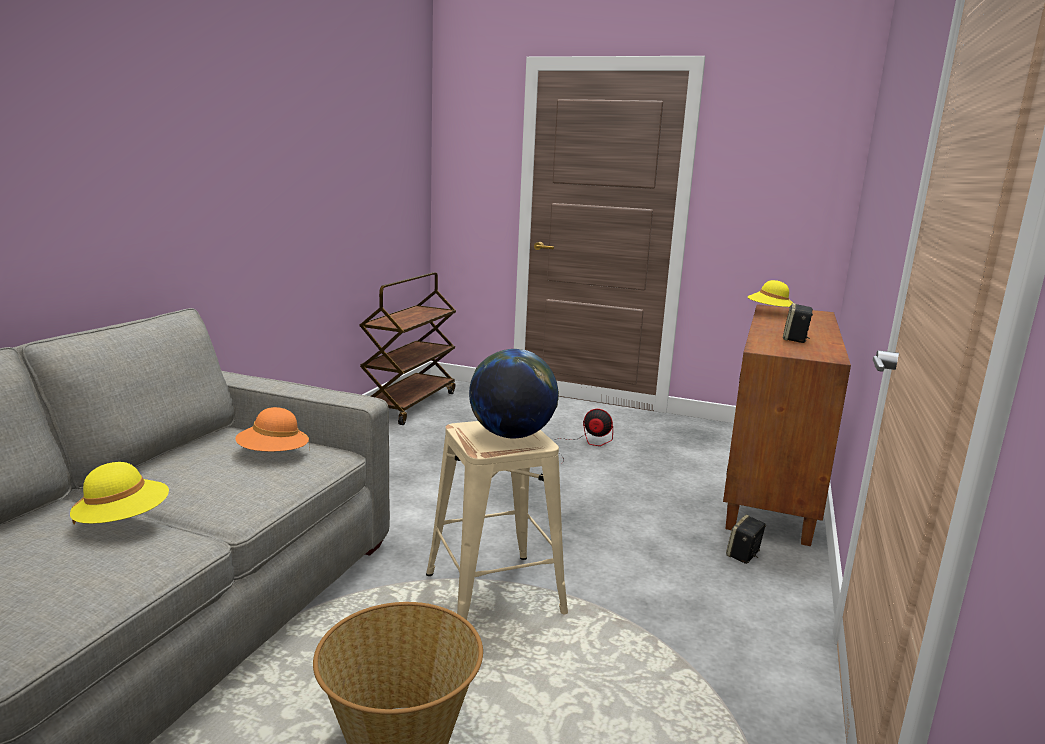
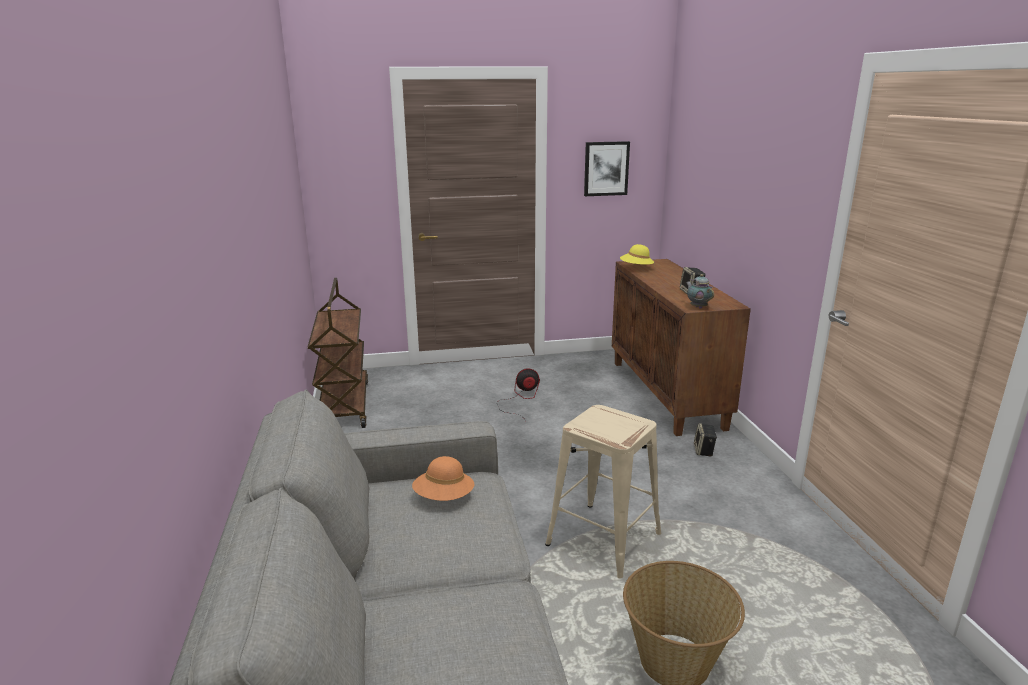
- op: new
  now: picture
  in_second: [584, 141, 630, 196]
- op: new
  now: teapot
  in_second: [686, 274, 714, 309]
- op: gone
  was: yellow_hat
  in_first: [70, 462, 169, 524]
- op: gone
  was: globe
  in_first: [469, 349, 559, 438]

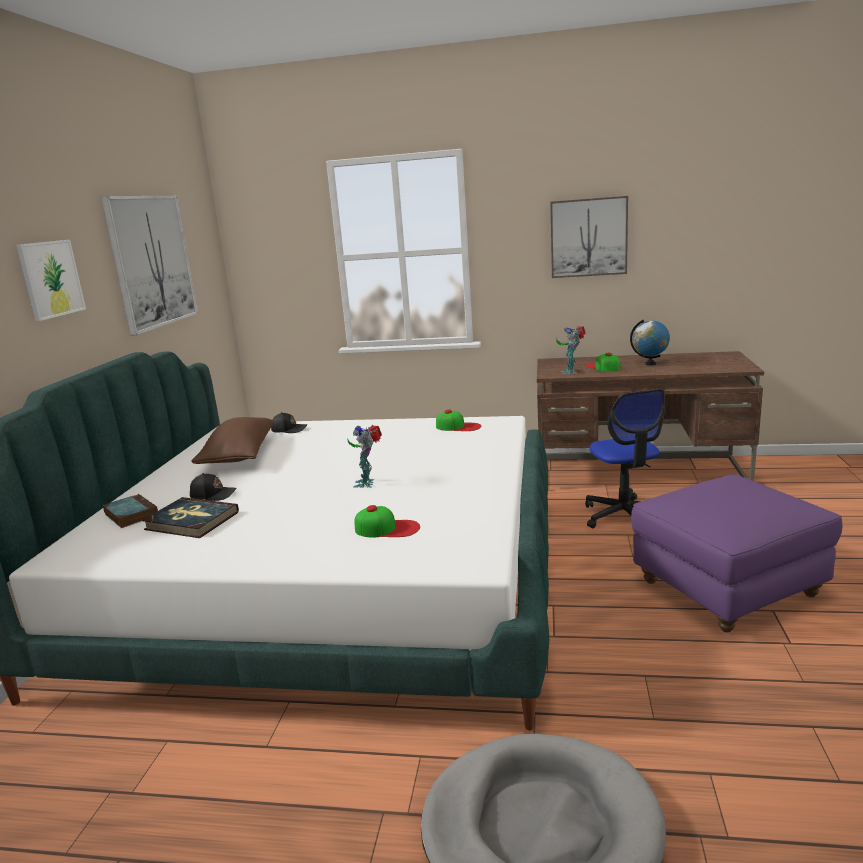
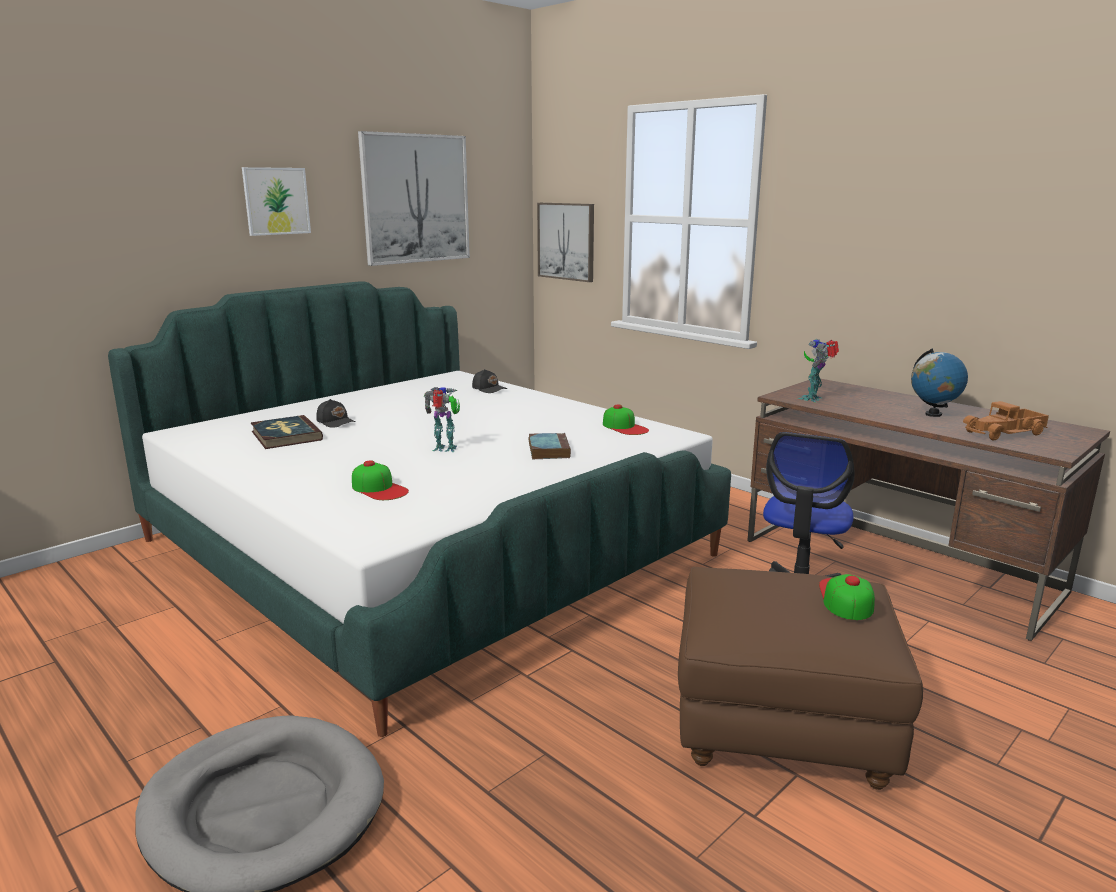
- op: rotated
  was: toy_robot
  in_first: [347, 425, 382, 488]
  in_second: [424, 387, 460, 452]
  clockwise: 60
- op: shifted
  was: book
  in_first: [103, 494, 158, 528]
  in_second: [528, 433, 571, 459]
- op: shifted
  was: picture
  in_first: [550, 196, 628, 278]
  in_second: [537, 203, 594, 282]
- op: repainted
  was: purple_ottoman
  now: brown_ottoman
  in_first: [631, 474, 843, 633]
  in_second: [678, 567, 923, 790]
- op: shifted
  was: cap
  in_first: [585, 353, 621, 371]
  in_second: [819, 574, 875, 620]
- op: new
  now: toy_truck
  in_second: [963, 401, 1049, 440]
- op: gone
  was: brown_pillow
  in_first: [191, 417, 274, 464]

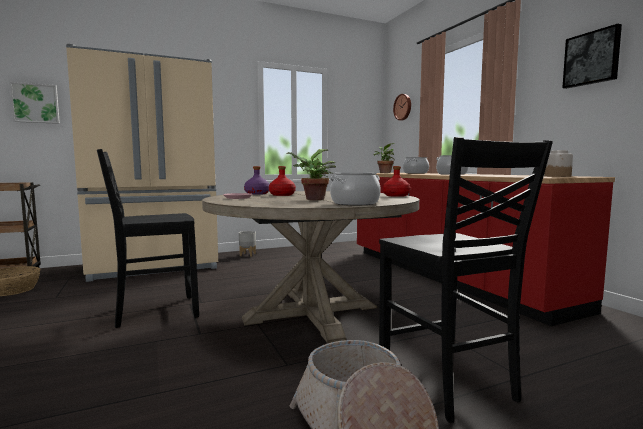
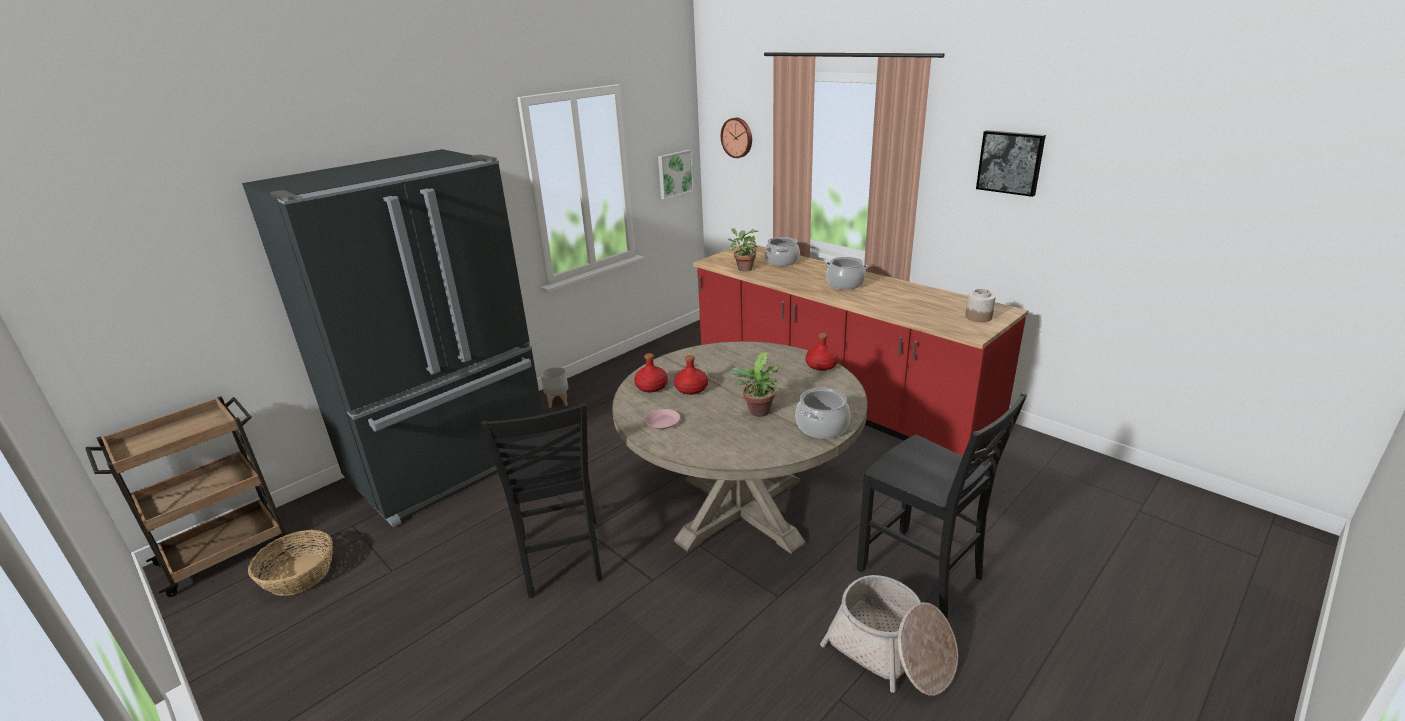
- op: repainted
  was: beige_fridge
  now: black_fridge
  in_first: [66, 44, 218, 282]
  in_second: [242, 149, 546, 527]
- op: rotated
  was: black_chair
  in_first: [97, 149, 199, 328]
  in_second: [481, 403, 602, 598]
  clockwise: -60
- op: repainted
  was: purple_bottle
  now: red_bottle
  in_first: [244, 166, 269, 195]
  in_second: [634, 353, 668, 392]
- op: shifted
  was: picture
  in_first: [10, 82, 60, 124]
  in_second: [658, 150, 694, 200]

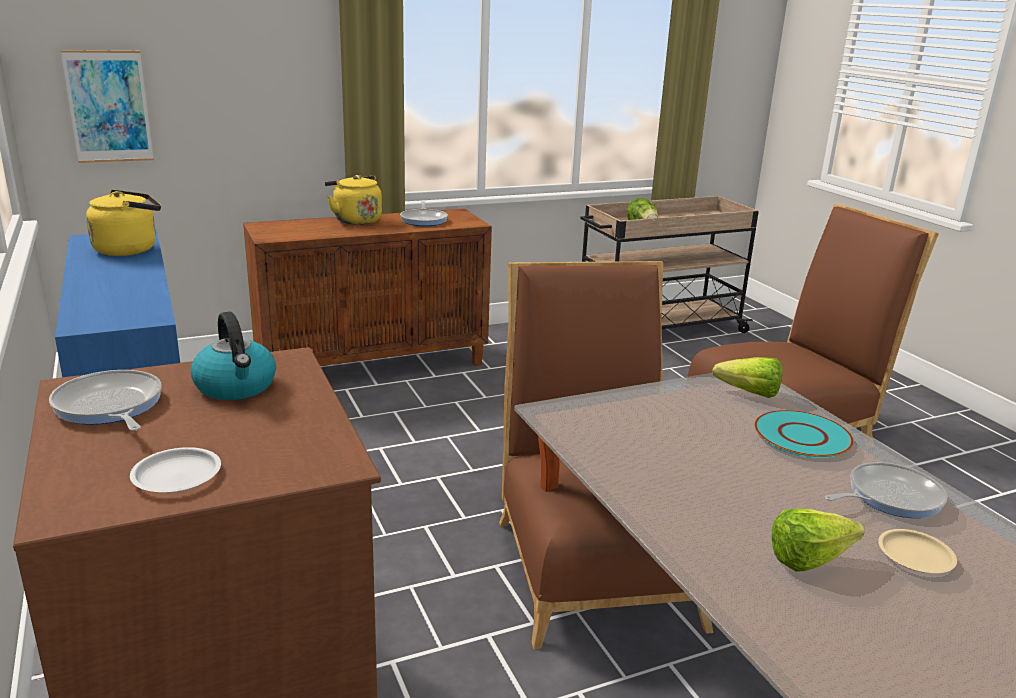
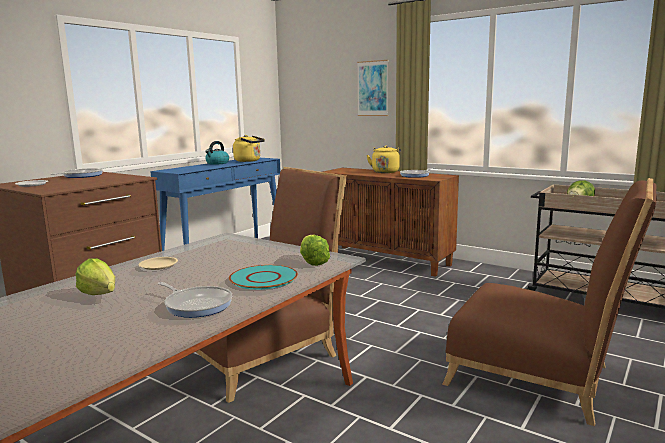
- op: shifted
  was: beige_plate
  in_first: [878, 529, 957, 573]
  in_second: [138, 257, 178, 270]
- op: shifted
  was: kettle
  in_first: [191, 312, 276, 400]
  in_second: [205, 141, 229, 165]
- op: shifted
  was: picture
  in_first: [61, 50, 154, 163]
  in_second: [357, 60, 388, 116]

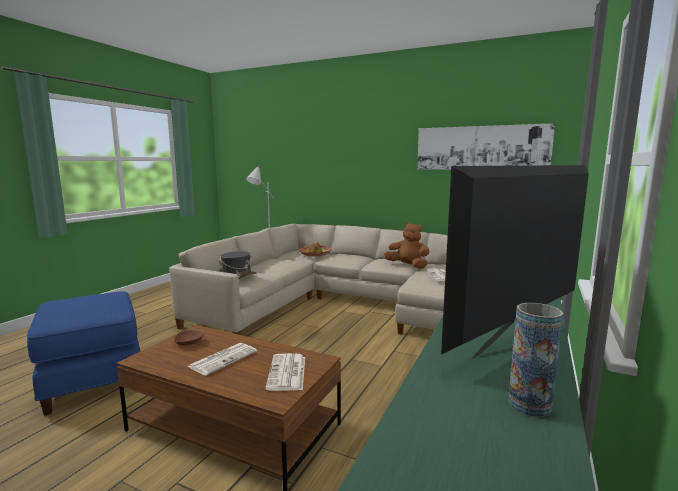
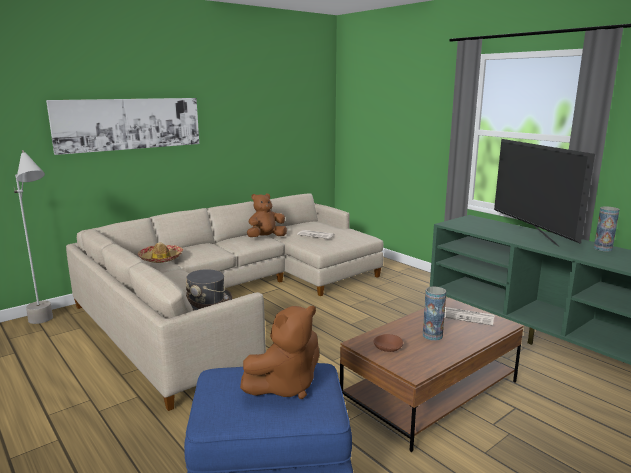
- op: shifted
  was: picture
  in_first: [417, 123, 555, 170]
  in_second: [46, 98, 199, 155]
- op: new
  now: brown_plush_toy
  in_second: [240, 306, 319, 399]
- op: swapped
  was: newspaper
  now: vase
  in_first: [187, 343, 257, 376]
  in_second: [423, 287, 446, 341]

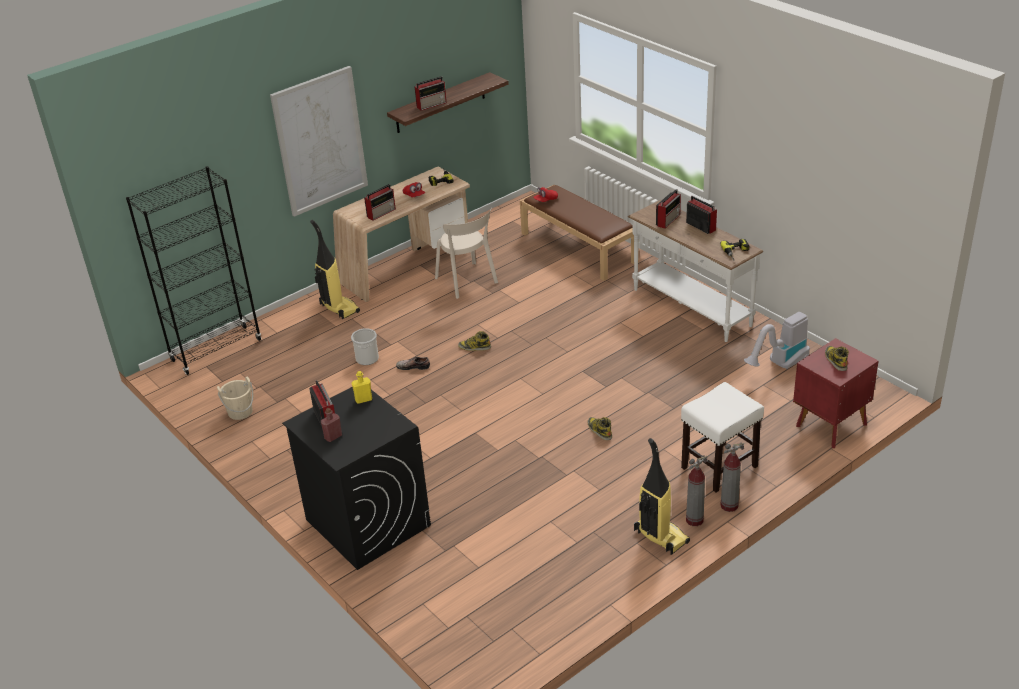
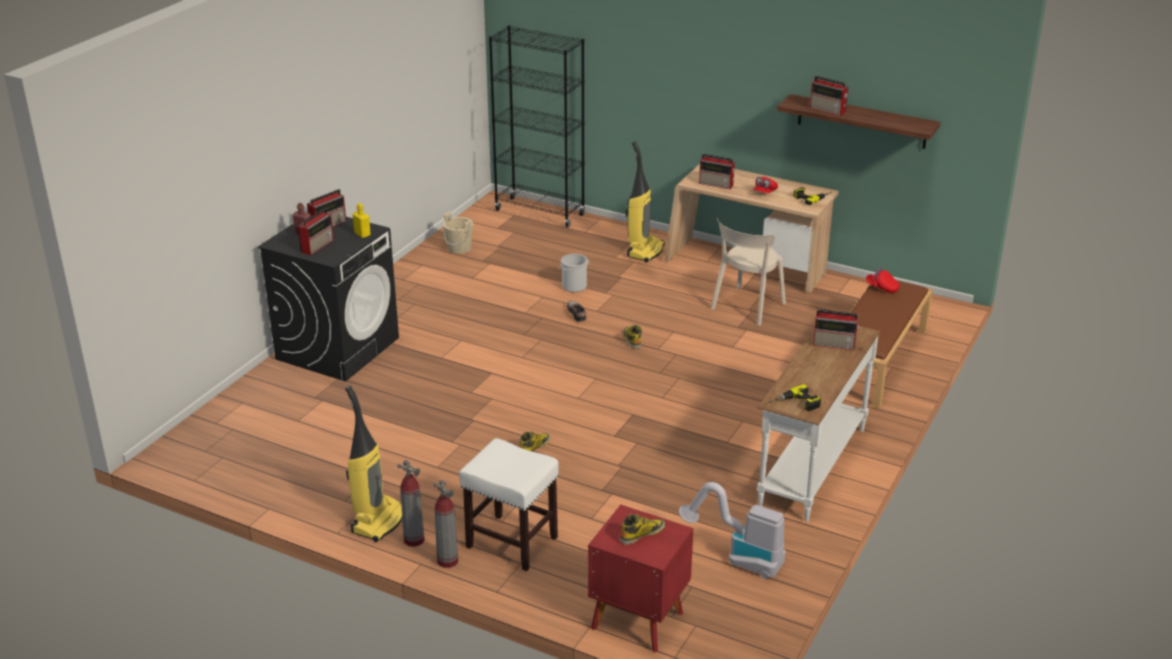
- op: shifted
  was: radio
  in_first: [686, 196, 717, 234]
  in_second: [297, 208, 334, 255]
- op: gone
  was: picture
  in_first: [270, 66, 368, 217]

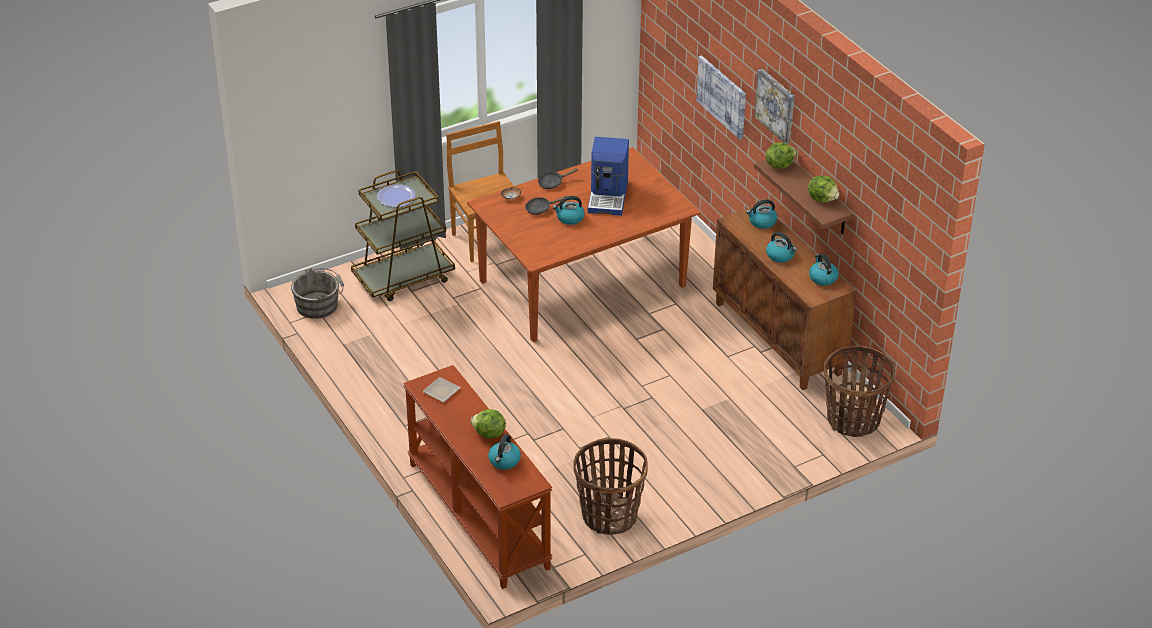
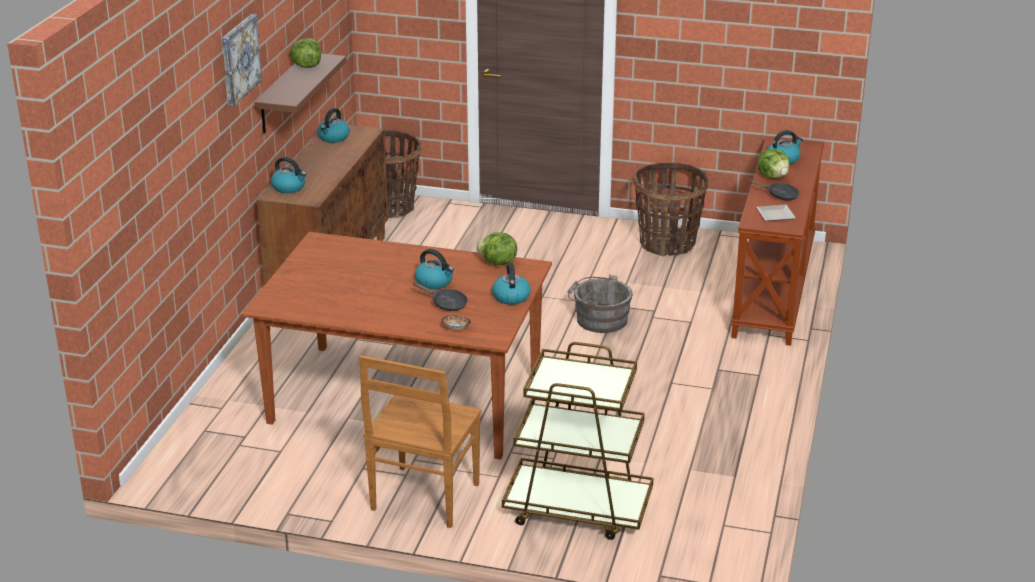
- op: shifted
  was: lettuce
  in_first: [766, 143, 797, 169]
  in_second: [477, 232, 517, 265]
- op: shifted
  was: kettle
  in_first: [766, 232, 797, 263]
  in_second: [492, 263, 531, 305]
- op: shifted
  was: grey_bucket
  in_first: [291, 268, 344, 319]
  in_second: [568, 274, 633, 333]
- op: shifted
  was: black_frying_pan
  in_first: [538, 168, 578, 189]
  in_second: [747, 179, 799, 201]
- op: gone
  was: plate
  in_first: [377, 184, 416, 207]
- op: gone
  was: coffee_machine
  in_first: [588, 137, 629, 216]
- op: gone
  was: picture
  in_first: [696, 55, 746, 140]

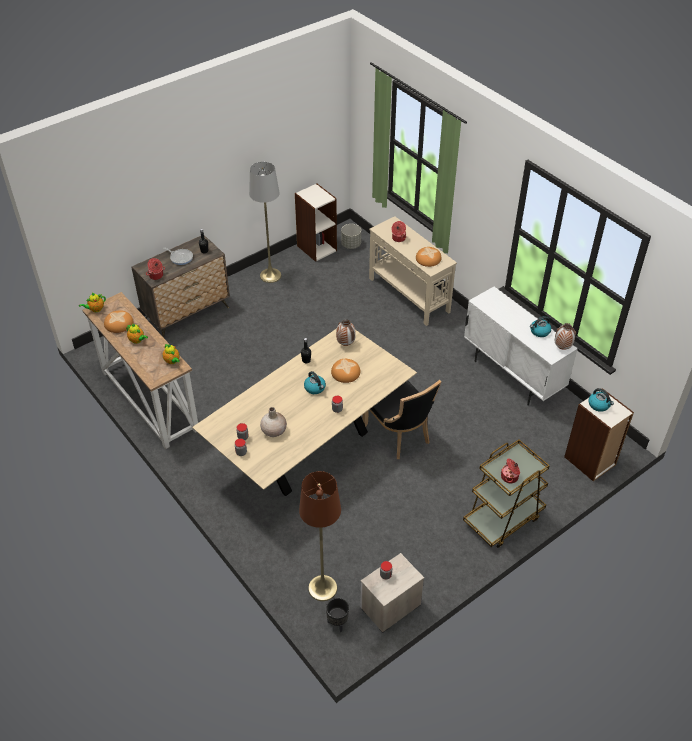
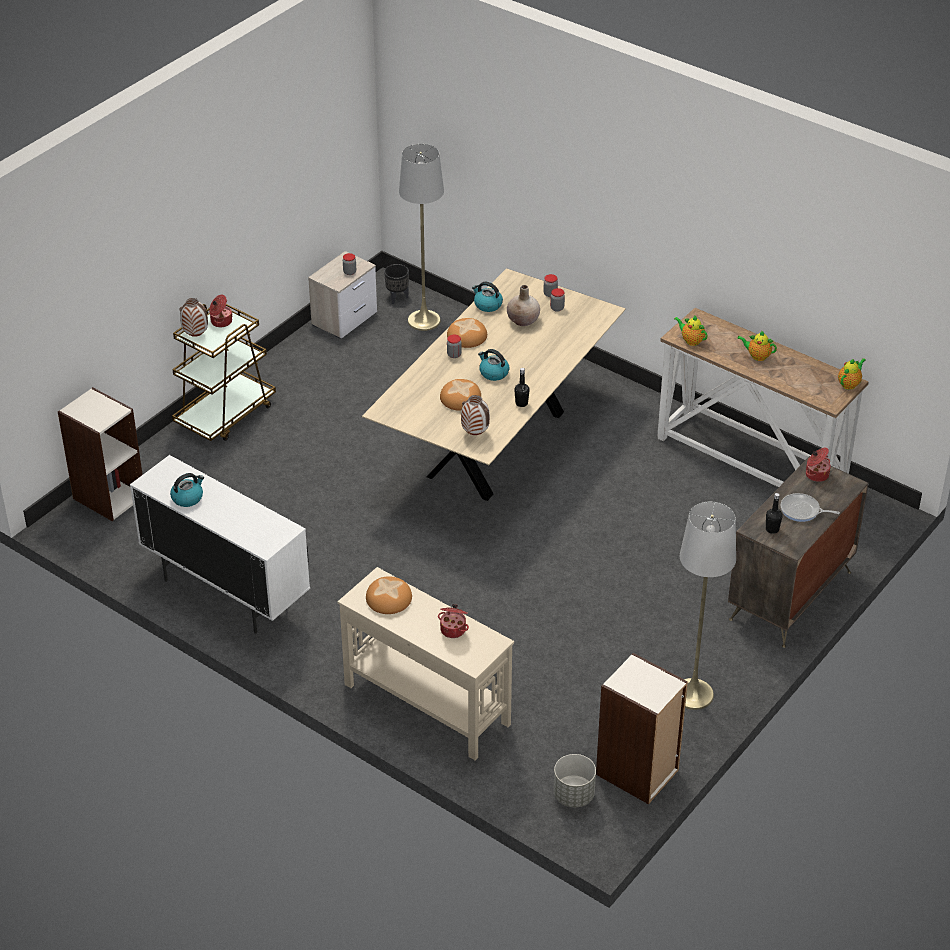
- op: shifted
  was: vase
  in_first: [555, 323, 576, 350]
  in_second: [179, 298, 208, 337]
- op: repainted
  was: brown_floor_lamp
  now: grey_floor_lamp
  in_first: [299, 471, 341, 601]
  in_second: [399, 144, 444, 331]
- op: shifted
  was: bread
  in_first: [104, 310, 133, 333]
  in_second: [447, 318, 487, 348]
- op: shifted
  was: kettle
  in_first: [589, 388, 614, 412]
  in_second: [472, 282, 503, 312]
- op: gone
  was: black_chair
  in_first: [363, 380, 441, 459]

